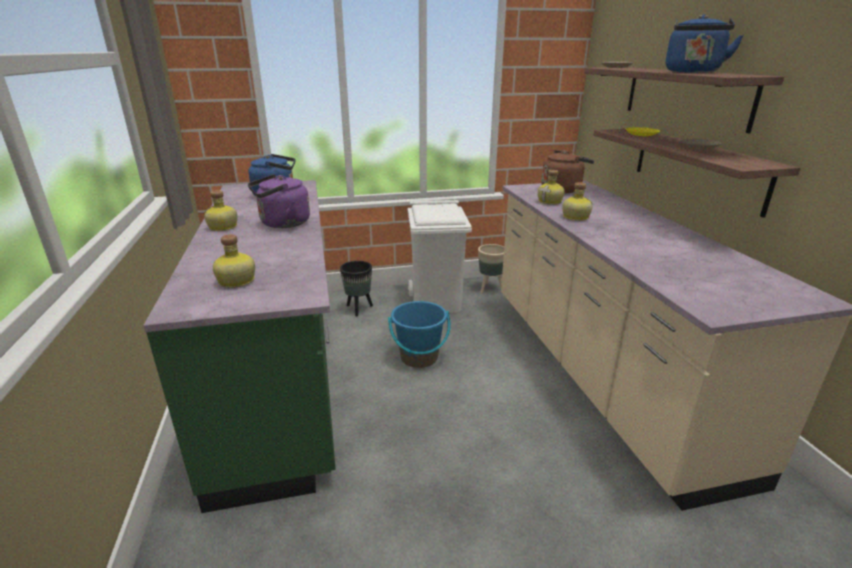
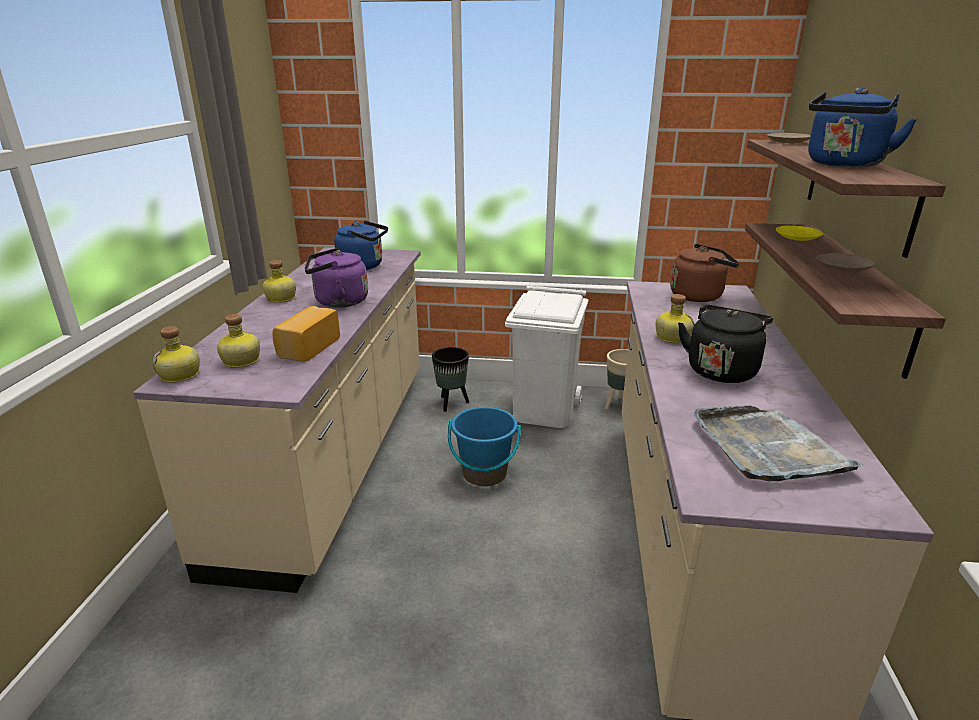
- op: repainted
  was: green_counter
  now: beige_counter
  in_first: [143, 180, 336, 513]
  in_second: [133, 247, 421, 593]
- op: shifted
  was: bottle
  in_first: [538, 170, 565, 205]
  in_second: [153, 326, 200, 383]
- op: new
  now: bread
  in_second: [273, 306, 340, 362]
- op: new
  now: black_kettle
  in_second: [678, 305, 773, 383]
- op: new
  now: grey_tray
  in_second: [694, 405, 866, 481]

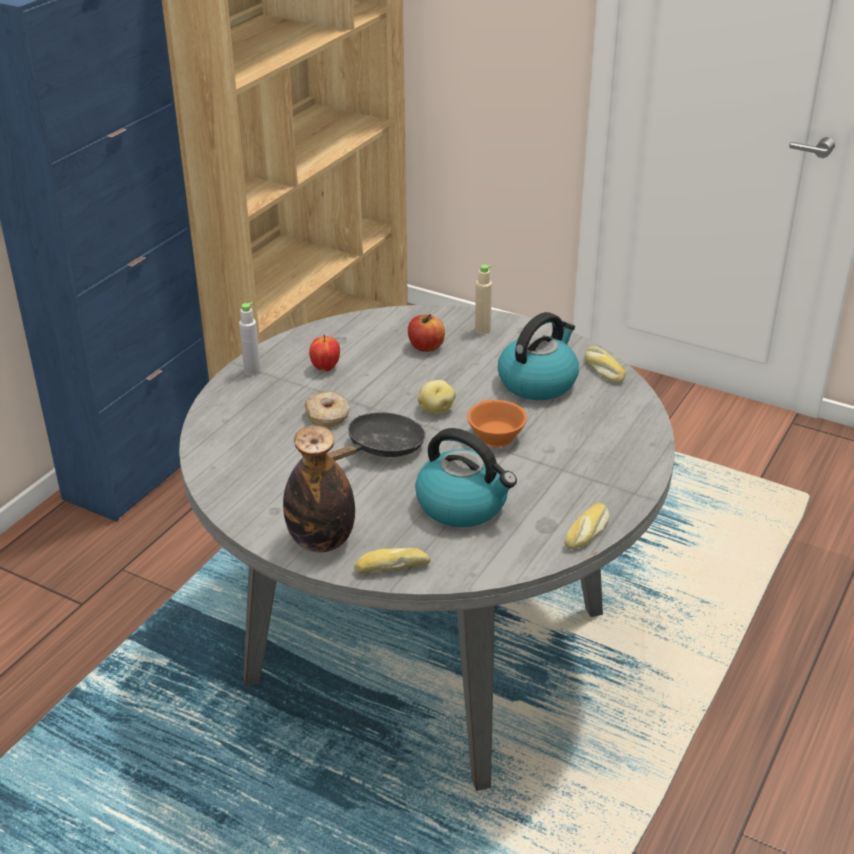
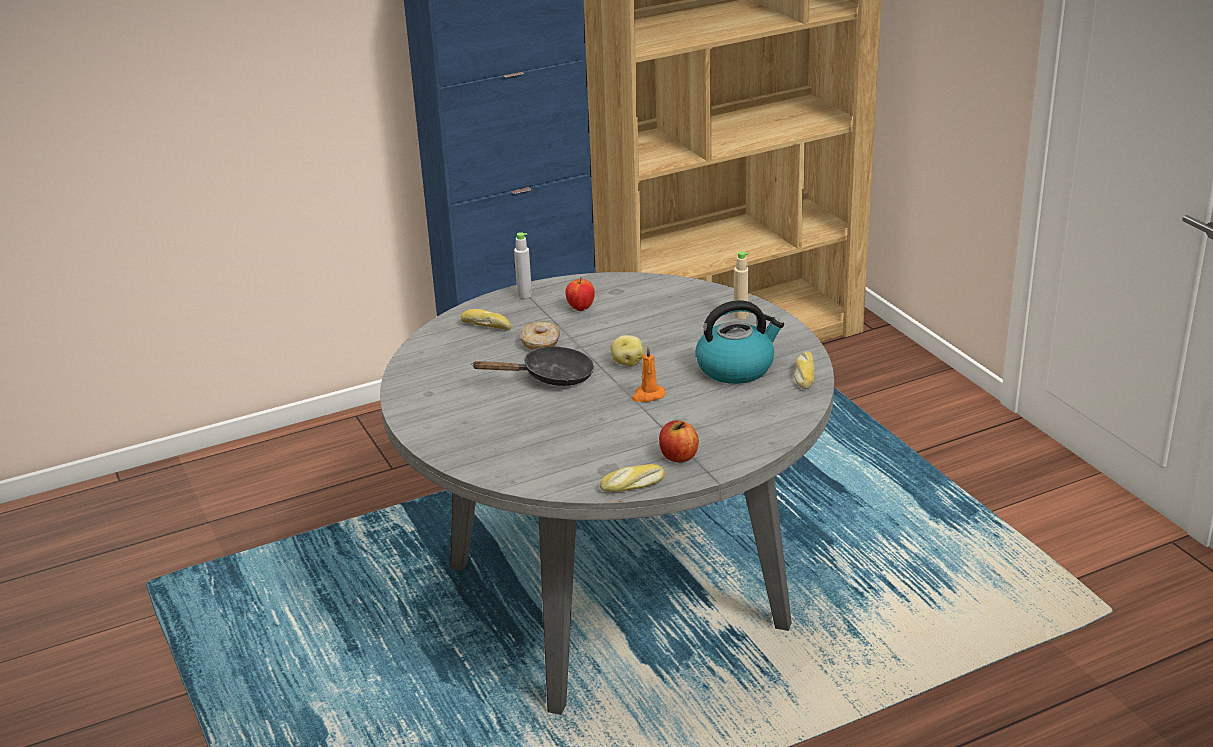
- op: shifted
  was: bread
  in_first: [354, 548, 431, 573]
  in_second: [461, 309, 512, 330]
- op: swapped
  was: orange_cup
  now: orange_candle
  in_first: [467, 400, 527, 447]
  in_second: [632, 346, 666, 402]
- op: shifted
  was: apple
  in_first: [408, 314, 445, 352]
  in_second: [659, 420, 699, 463]
- op: gone
  was: bottle
  in_first: [283, 425, 355, 553]
- op: gone
  was: kettle
  in_first: [415, 428, 517, 527]

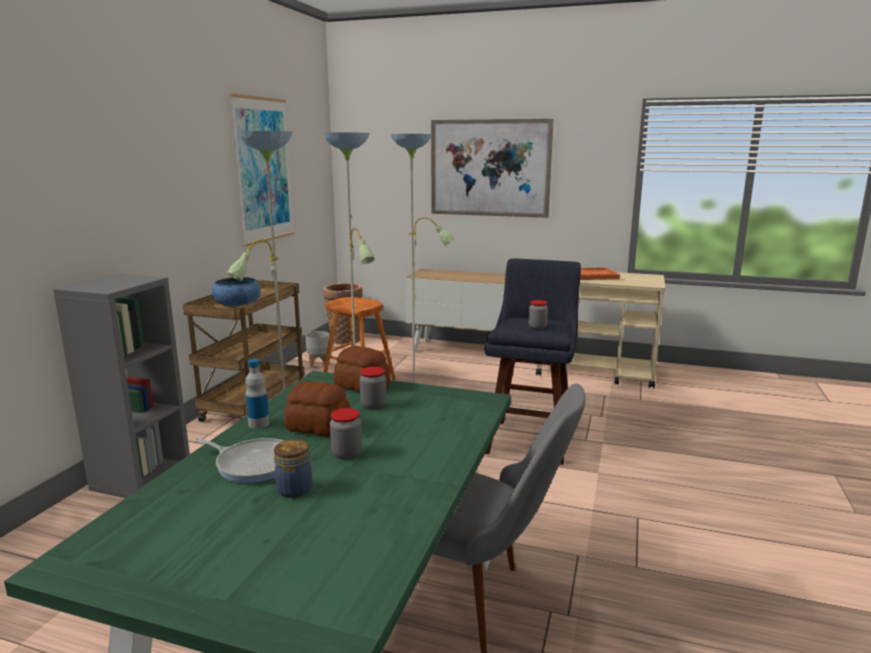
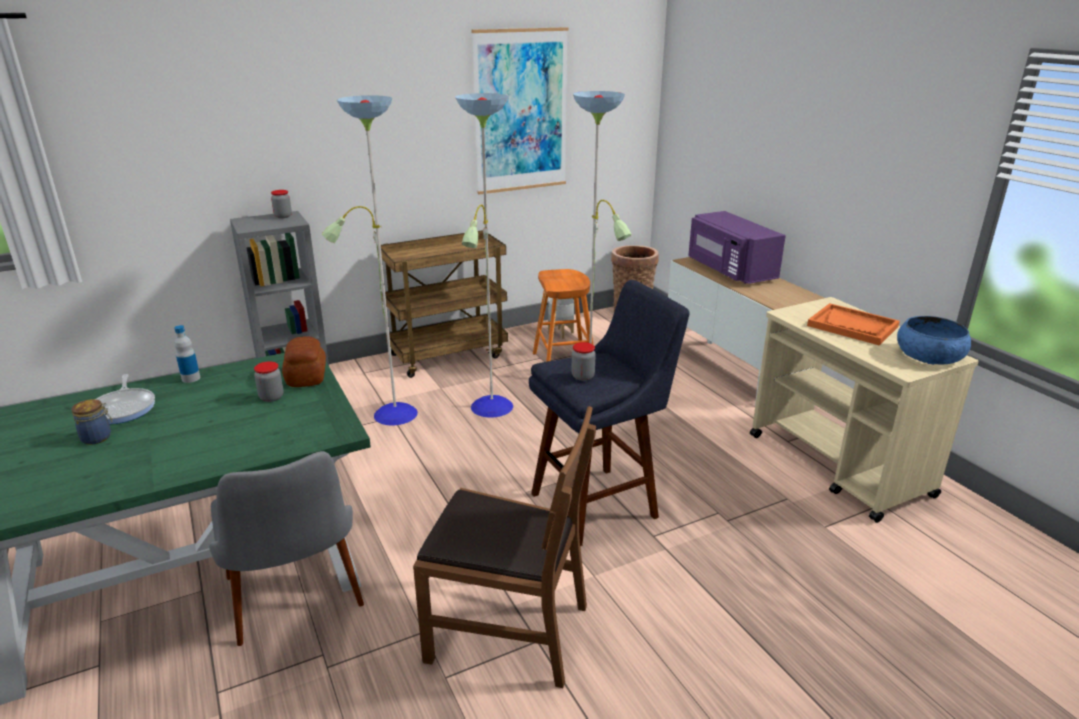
- op: shifted
  was: jar
  in_first: [330, 408, 362, 460]
  in_second: [271, 190, 292, 218]
- op: new
  now: brown_chair
  in_second: [413, 406, 596, 688]
- op: new
  now: purple_microwave
  in_second: [688, 211, 786, 284]
- op: shifted
  was: blue_bowl
  in_first: [211, 277, 261, 306]
  in_second: [897, 316, 971, 365]
- op: gone
  was: bread
  in_first: [284, 381, 350, 437]
- op: gone
  was: picture
  in_first: [431, 119, 554, 218]

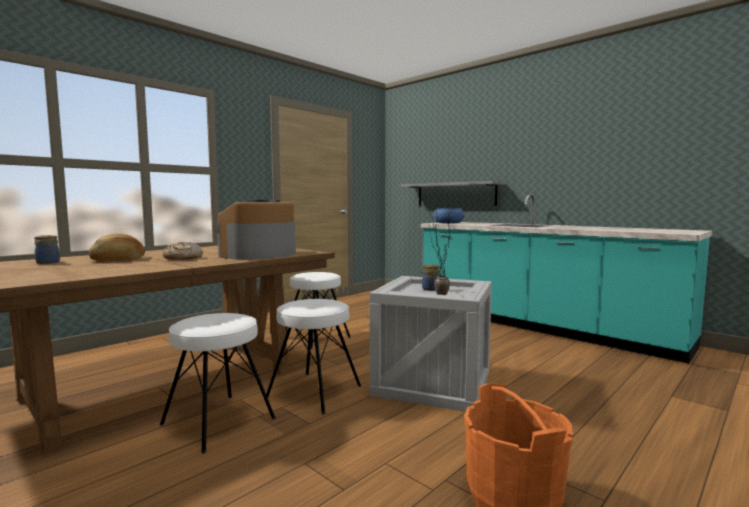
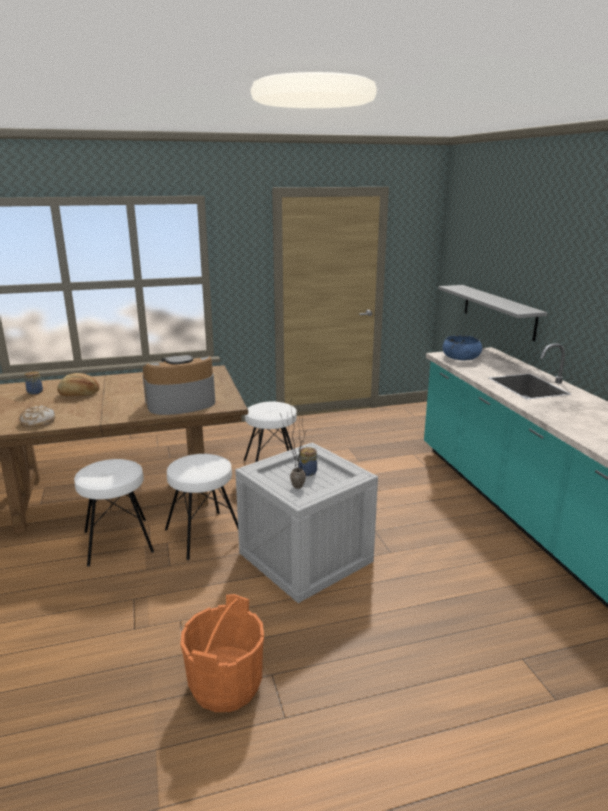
- op: shifted
  was: bread
  in_first: [163, 242, 203, 260]
  in_second: [19, 405, 55, 427]

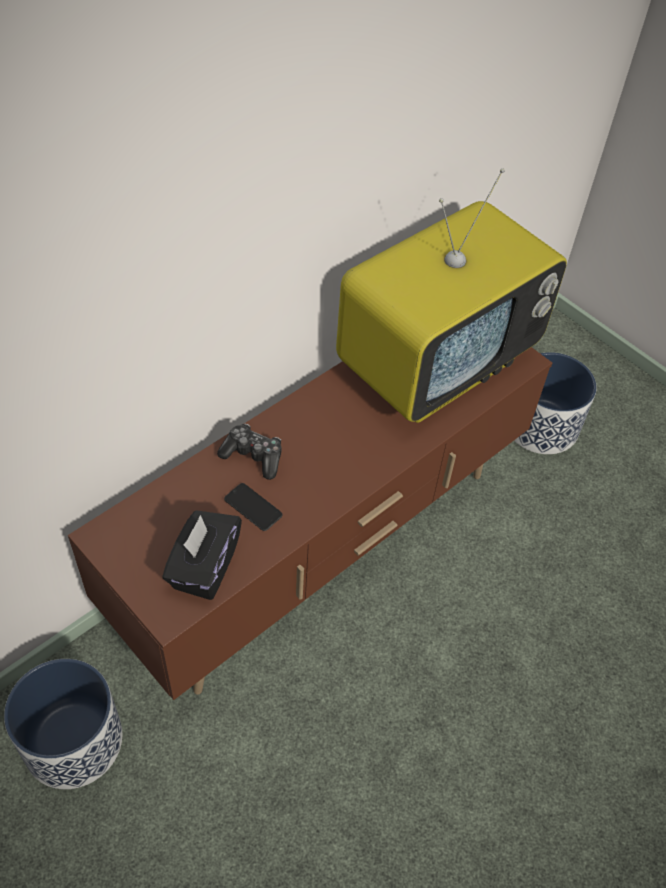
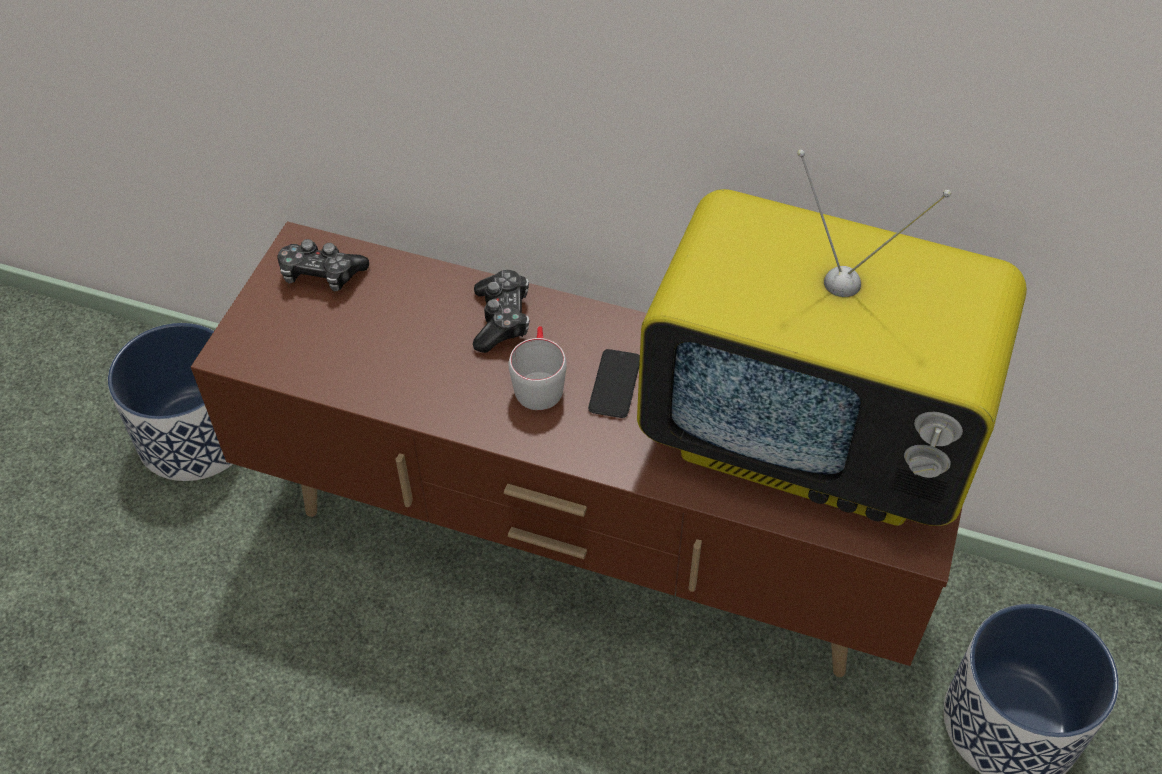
- op: new
  now: game_controller
  in_second: [277, 239, 369, 291]
- op: new
  now: grey_mug
  in_second: [508, 326, 567, 410]
- op: shifted
  was: phone
  in_first: [224, 483, 283, 531]
  in_second: [588, 349, 640, 418]
- op: gone
  was: black_tissue_box
  in_first: [162, 510, 242, 600]

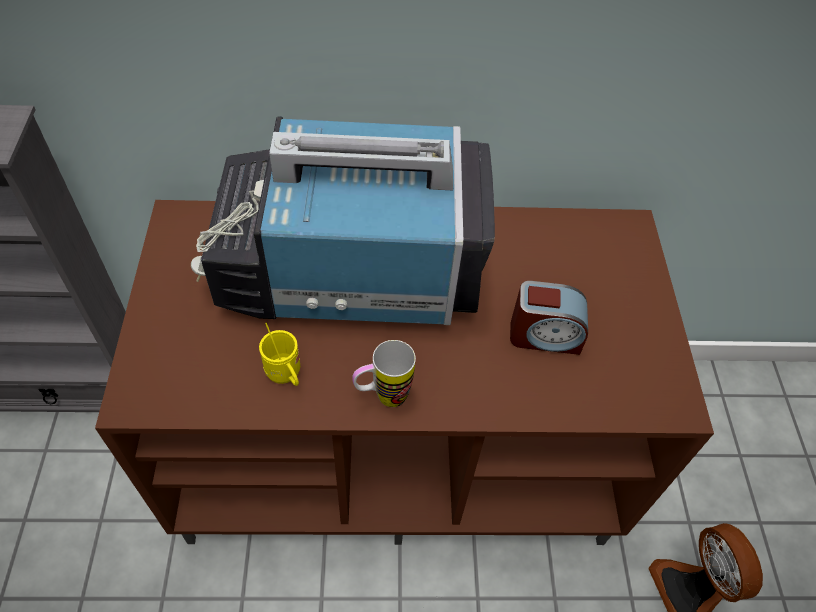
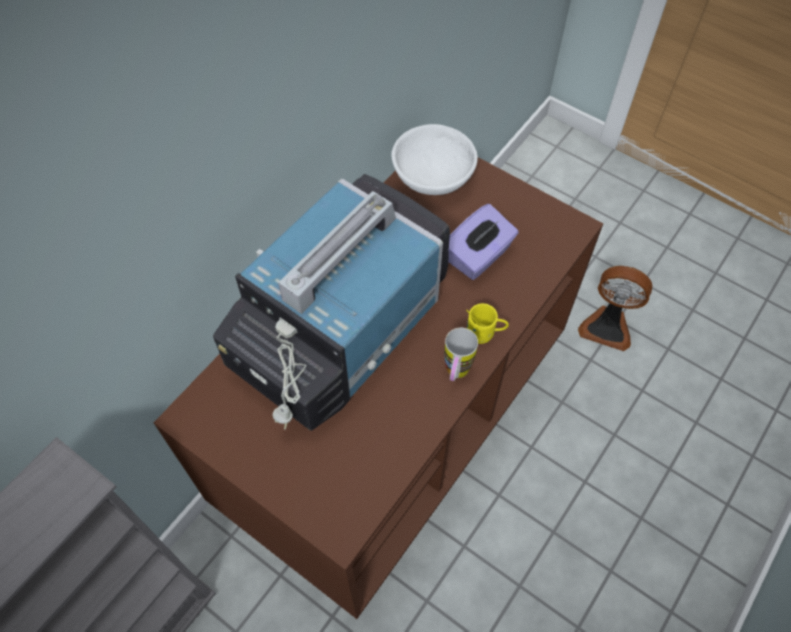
- op: new
  now: white_bowl
  in_second: [391, 124, 478, 195]
- op: swapped
  was: alarm_clock
  now: purple_tissue_box
  in_first: [510, 281, 588, 355]
  in_second: [449, 204, 519, 280]
- op: shifted
  was: yellow_mug
  in_first: [259, 323, 300, 386]
  in_second: [466, 303, 509, 344]

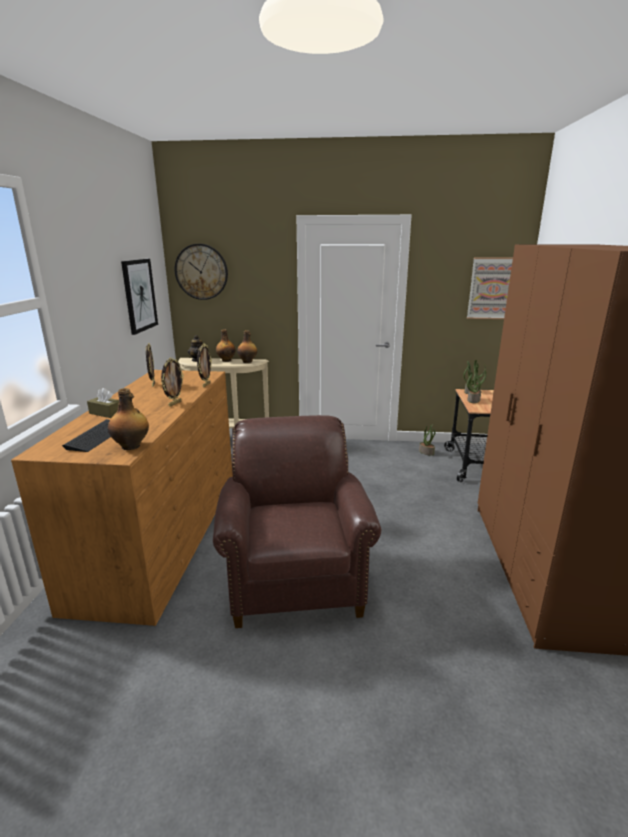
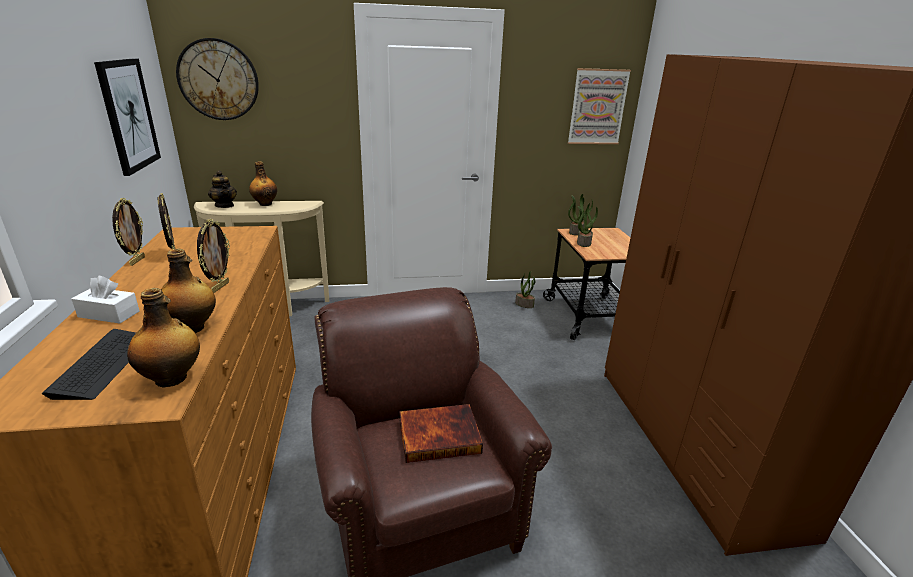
- op: repainted
  was: brown_tissue_box
  now: white_tissue_box
  in_first: [87, 388, 119, 418]
  in_second: [71, 276, 140, 324]
- op: shifted
  was: picture_frame
  in_first: [197, 343, 212, 388]
  in_second: [112, 198, 145, 266]
- op: shifted
  was: bottle
  in_first: [237, 330, 257, 363]
  in_second: [161, 249, 216, 333]
- op: new
  now: book
  in_second: [399, 404, 483, 463]

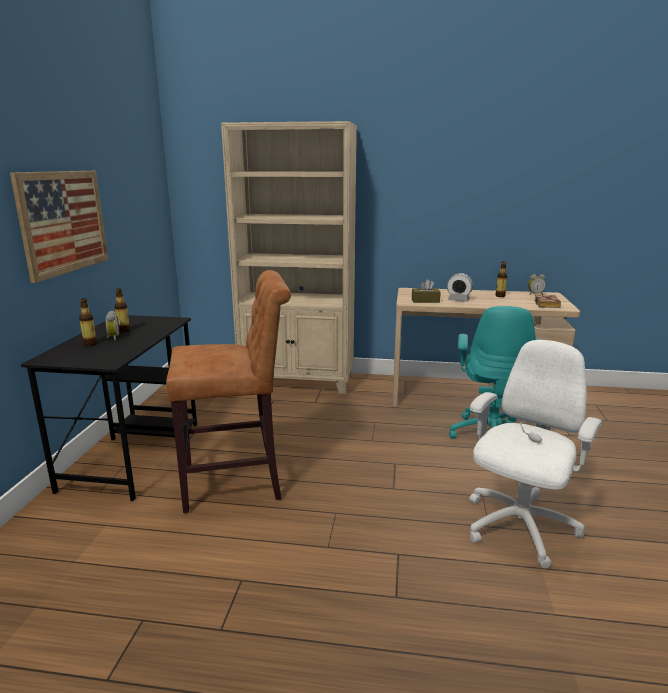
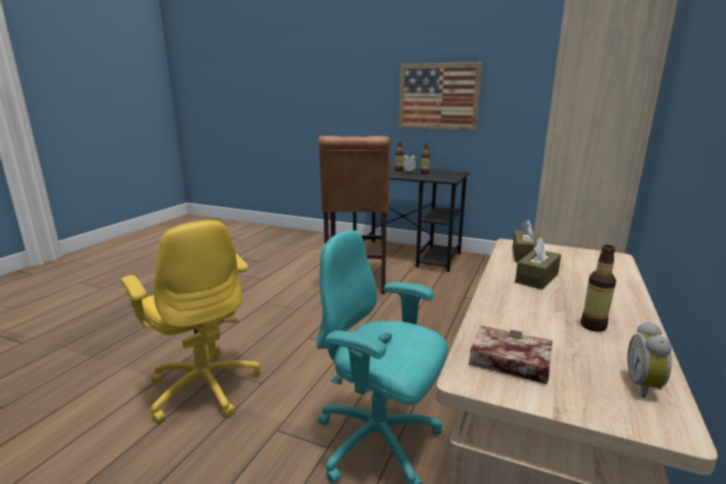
- op: repainted
  was: white_office_chair
  now: yellow_office_chair
  in_first: [469, 340, 602, 568]
  in_second: [120, 220, 261, 423]
- op: swapped
  was: alarm_clock
  now: brown_tissue_box
  in_first: [447, 273, 473, 302]
  in_second: [515, 237, 561, 290]

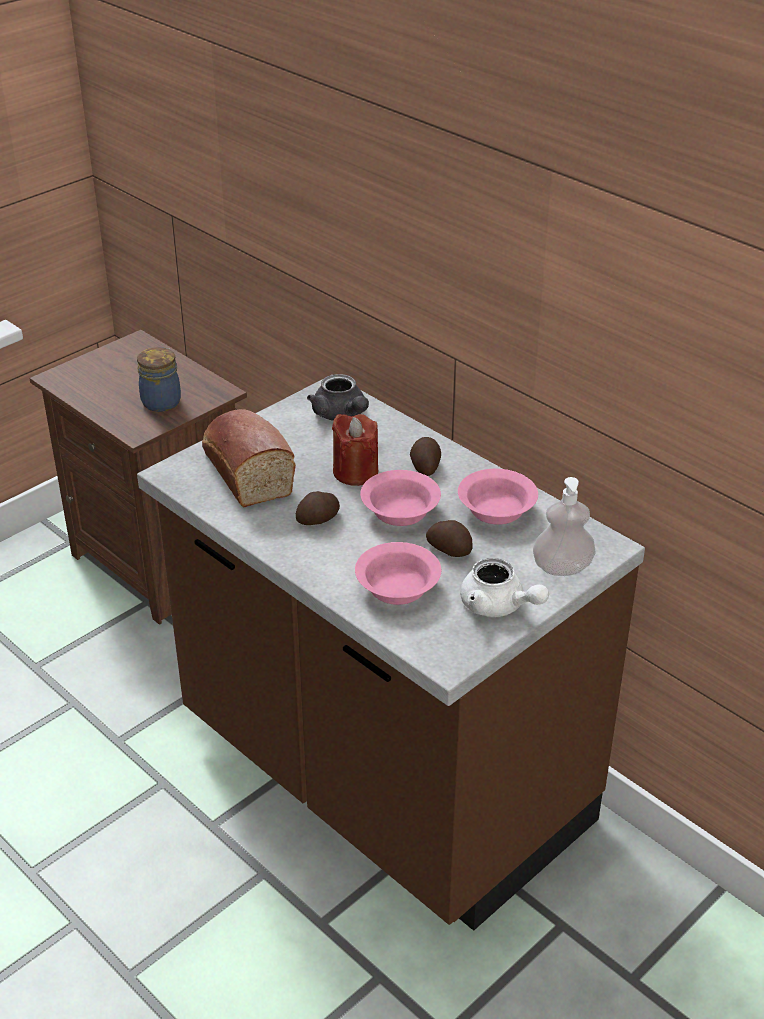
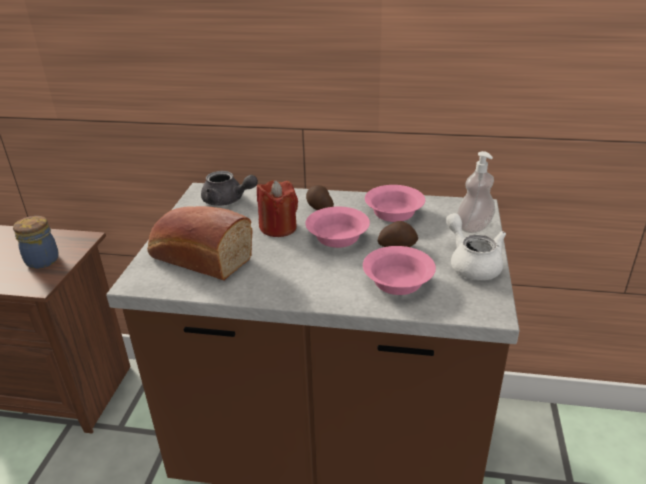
- op: rotated
  was: white_teapot
  in_first: [460, 558, 549, 617]
  in_second: [446, 213, 506, 280]
  clockwise: -120
- op: gone
  was: potato
  in_first: [296, 491, 340, 525]

